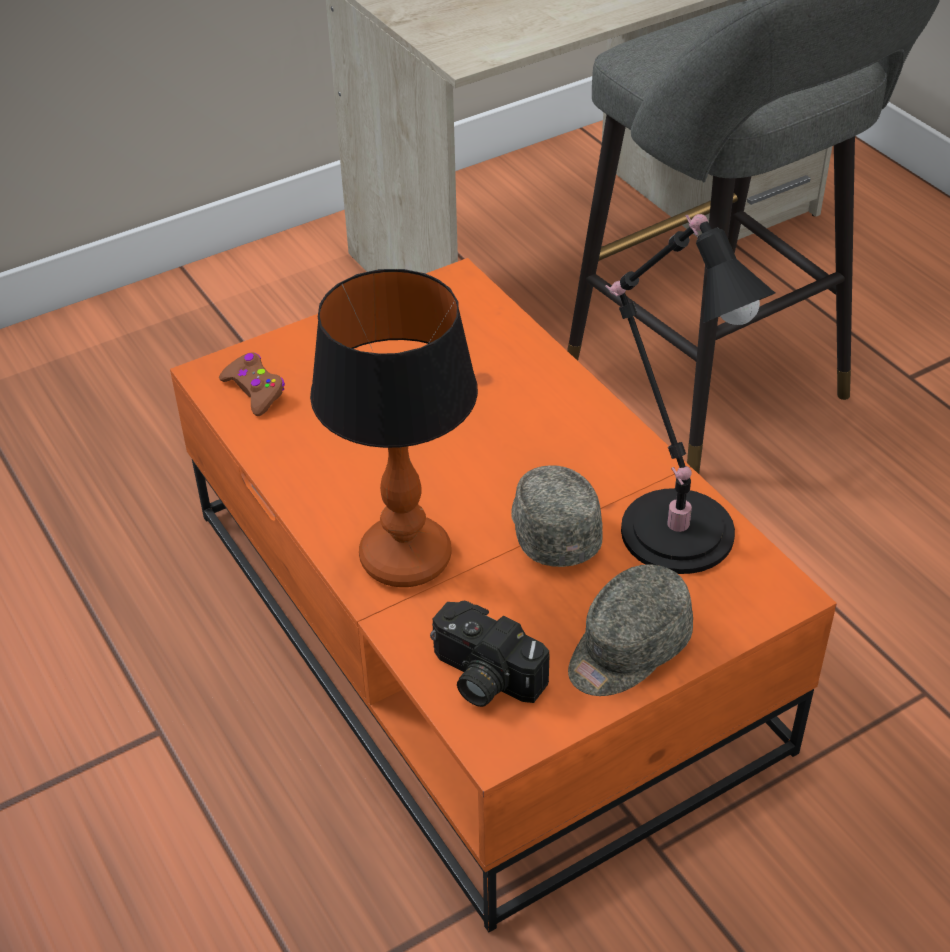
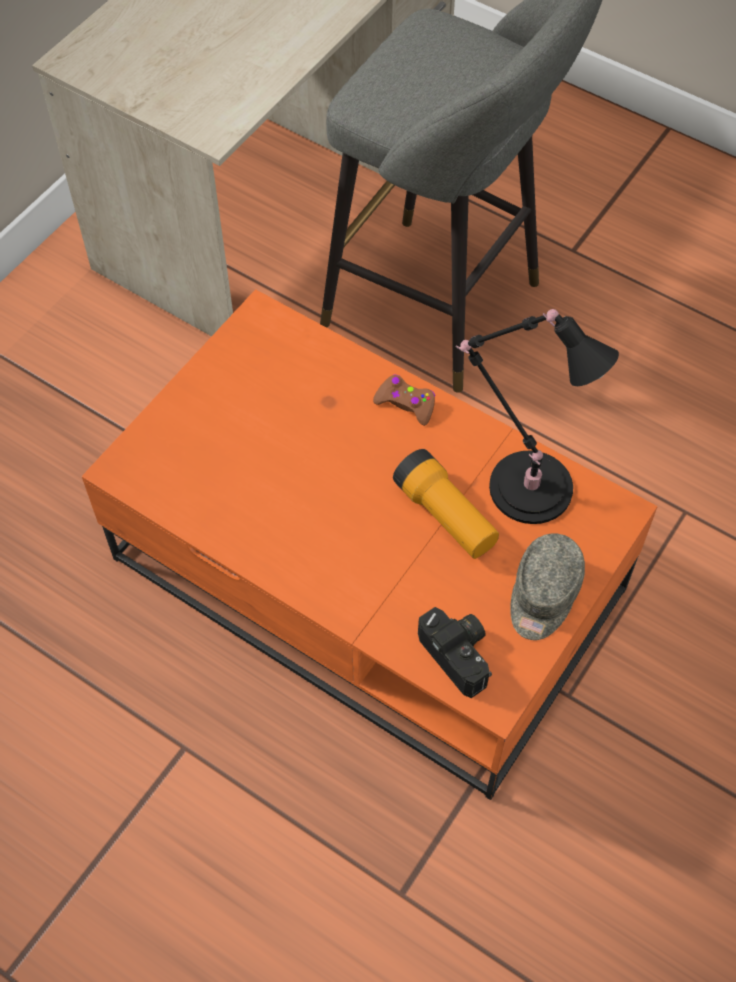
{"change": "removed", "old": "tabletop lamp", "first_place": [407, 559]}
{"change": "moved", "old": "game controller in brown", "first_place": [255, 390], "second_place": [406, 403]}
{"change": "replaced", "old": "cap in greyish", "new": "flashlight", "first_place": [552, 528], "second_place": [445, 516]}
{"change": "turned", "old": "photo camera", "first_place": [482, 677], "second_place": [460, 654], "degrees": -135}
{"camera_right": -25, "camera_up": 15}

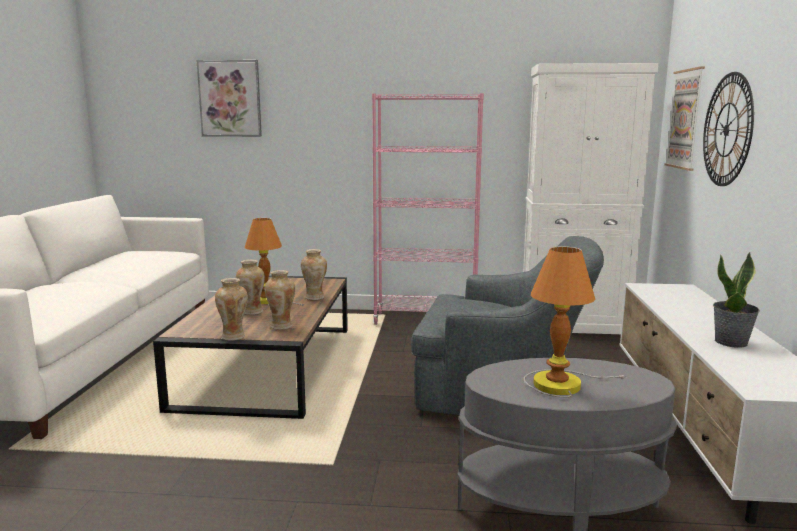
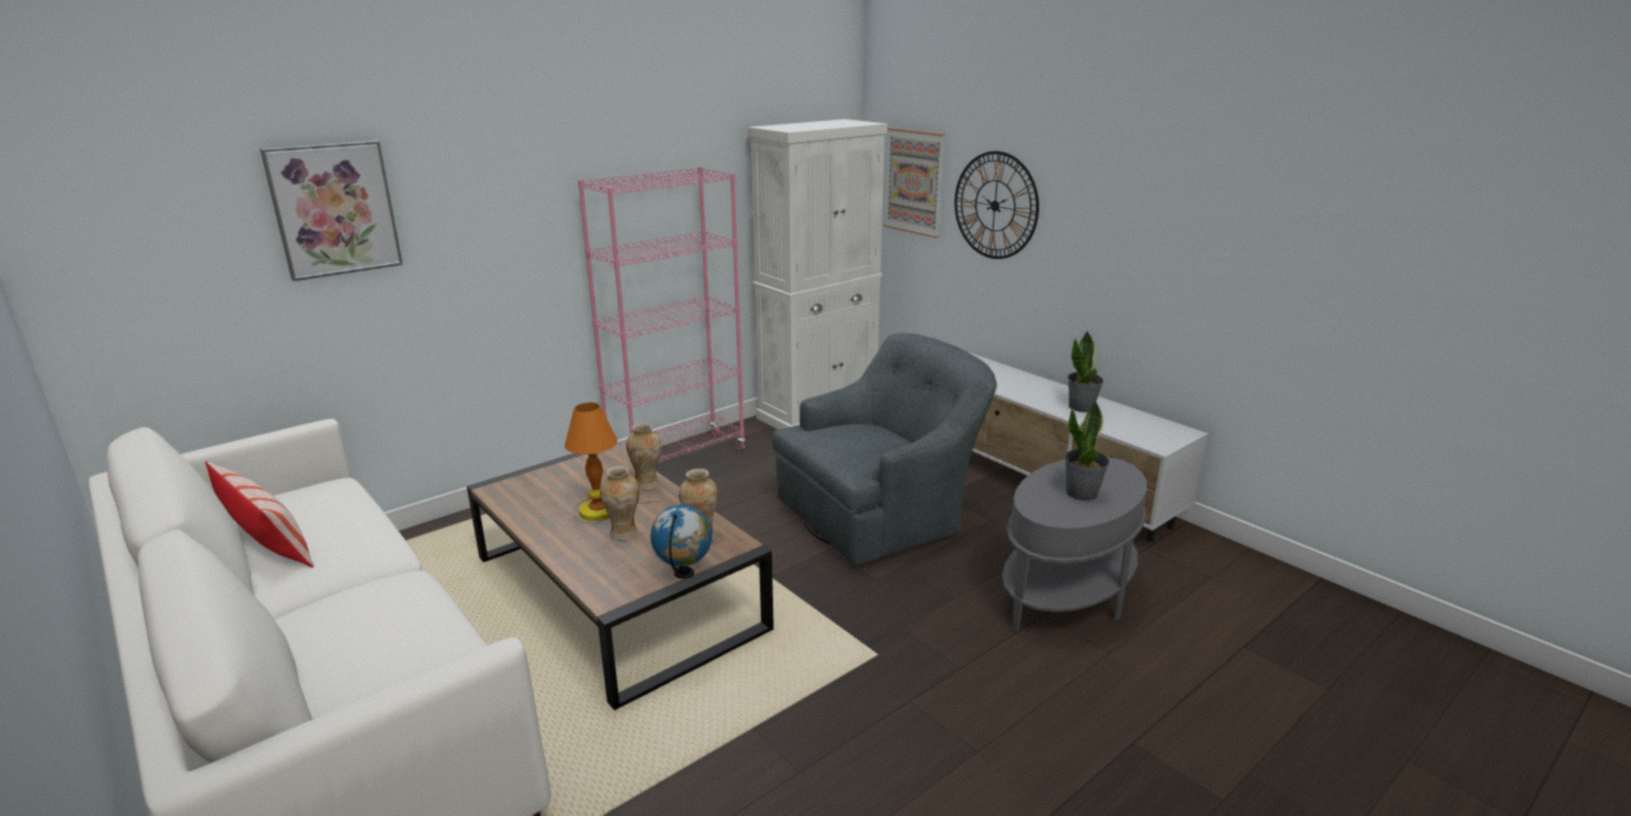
{"change": "added", "new": "pillow", "second_place": [268, 543]}
{"change": "replaced", "old": "vase", "new": "desk globe", "first_place": [234, 337], "second_place": [684, 573]}
{"change": "replaced", "old": "tabletop lamp", "new": "plant in a pot", "first_place": [560, 383], "second_place": [1082, 493]}
{"camera_right": -45, "camera_up": 10}

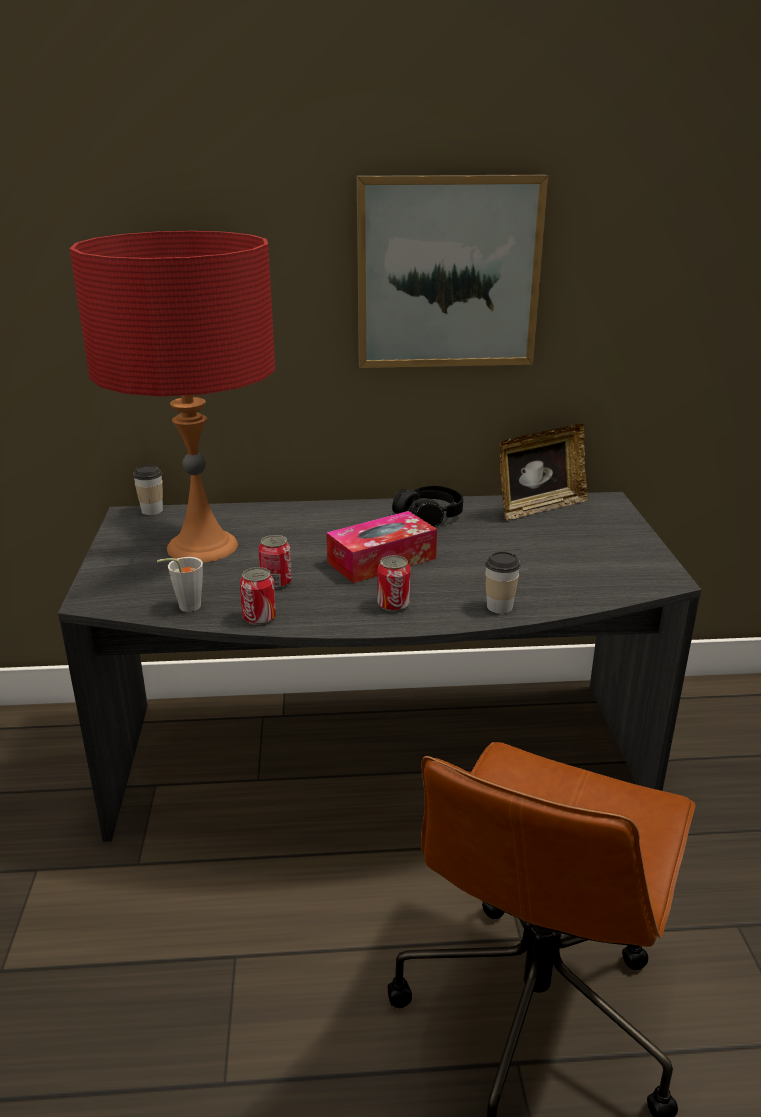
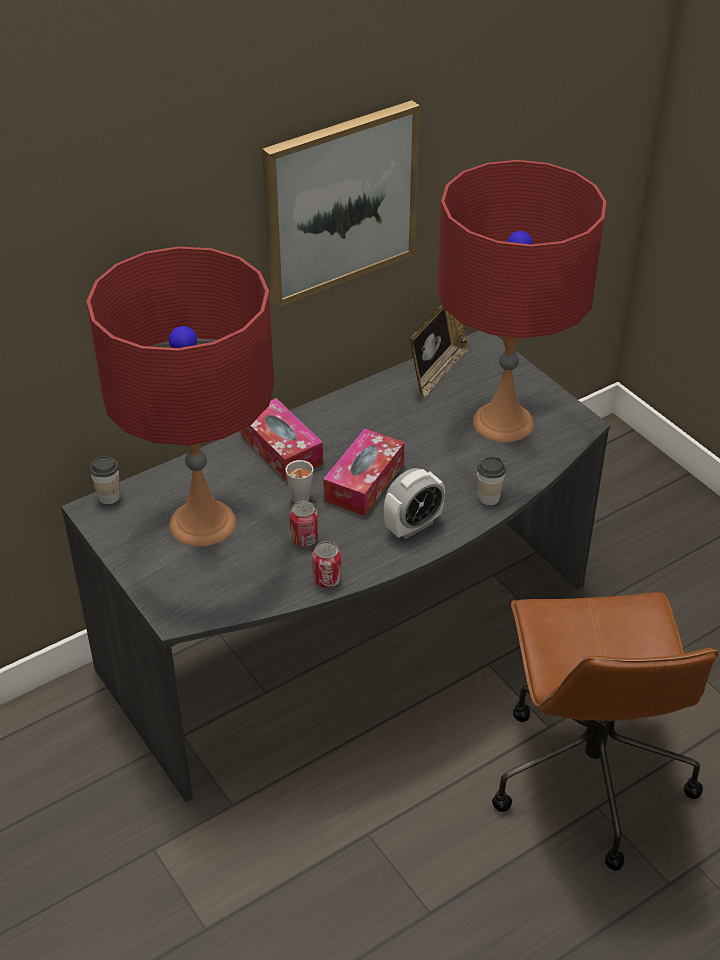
{"change": "removed", "old": "headphones in blackish", "first_place": [429, 517]}
{"change": "added", "new": "box of tissues", "second_place": [281, 450]}
{"change": "added", "new": "tabletop lamp in red-coloured", "second_place": [503, 422]}
{"change": "moved", "old": "cup in greyish", "first_place": [184, 607], "second_place": [298, 500]}
{"change": "replaced", "old": "can", "new": "alarm clock", "first_place": [393, 604], "second_place": [413, 526]}
{"camera_right": -30, "camera_up": 15}

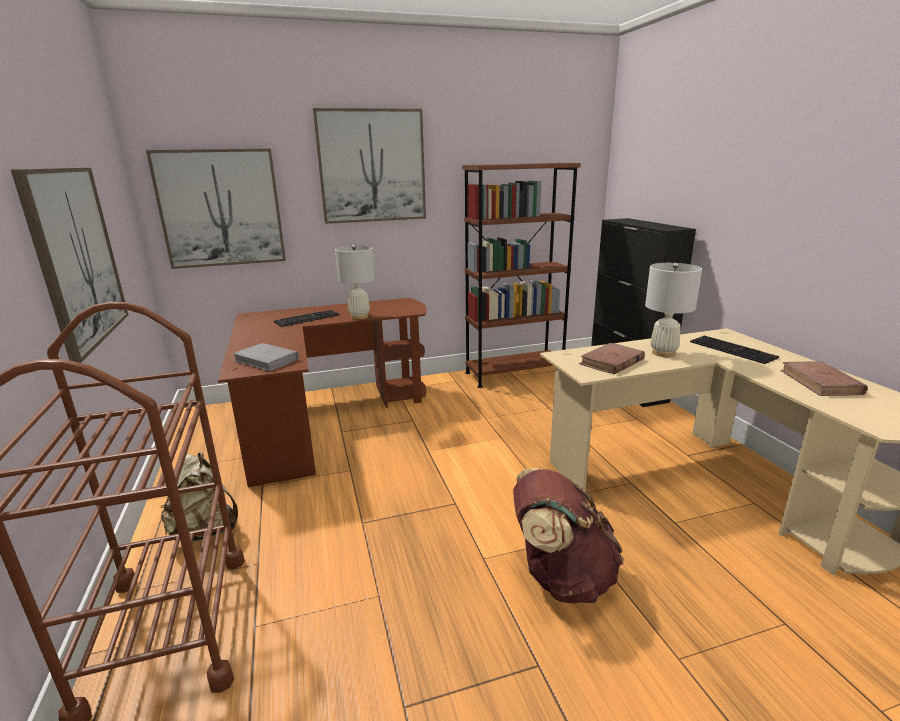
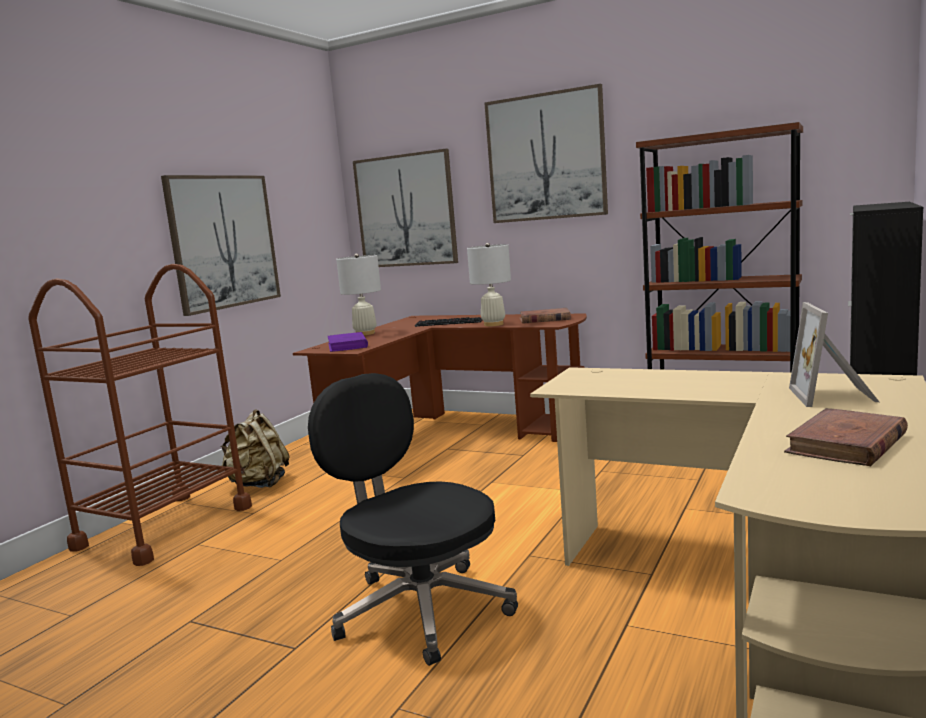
{"change": "moved", "old": "book in brown", "first_place": [611, 362], "second_place": [544, 319]}
{"change": "moved", "old": "tabletop lamp in whitish", "first_place": [663, 353], "second_place": [365, 333]}
{"change": "replaced", "old": "knapsack in brown", "new": "computer chair in blackish", "first_place": [560, 576], "second_place": [420, 609]}
{"change": "replaced", "old": "computer keyboard", "new": "picture frame", "first_place": [733, 350], "second_place": [835, 396]}
{"change": "recoloured", "old": "book in greyish", "new": "book in purple", "first_place": [266, 360], "second_place": [347, 345]}
{"camera_right": 45, "camera_up": -10}

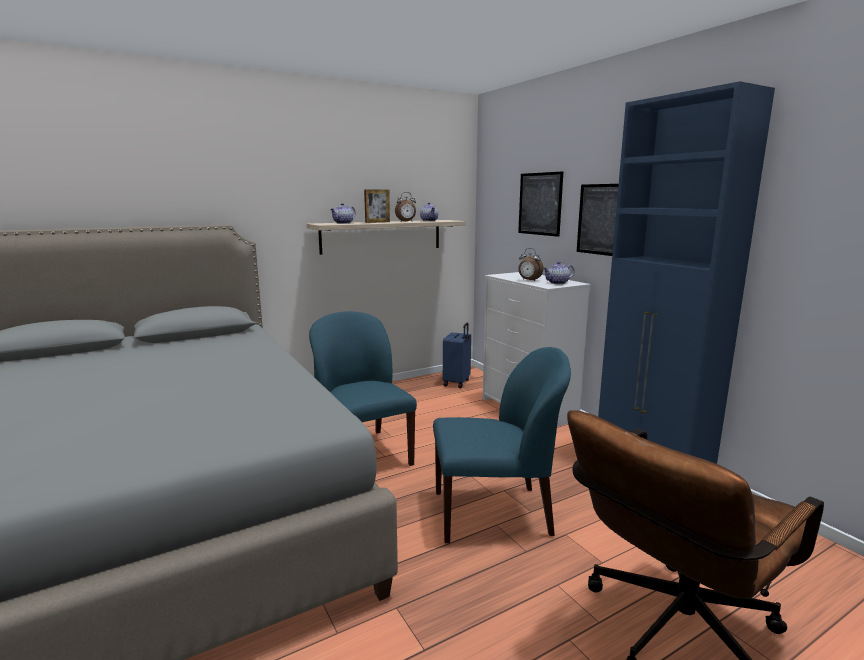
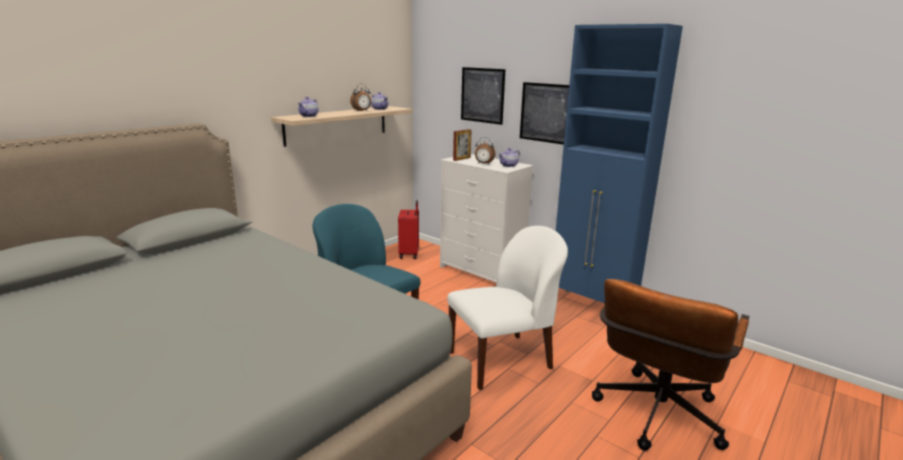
{"change": "moved", "old": "picture frame", "first_place": [377, 222], "second_place": [461, 159]}
{"change": "recoloured", "old": "plain chair in blue-coloured", "new": "plain chair in whitish", "first_place": [494, 513], "second_place": [502, 360]}
{"change": "recoloured", "old": "travel case in blue-coloured", "new": "travel case in red-coloured", "first_place": [457, 383], "second_place": [409, 254]}
{"camera_right": -20, "camera_up": 5}

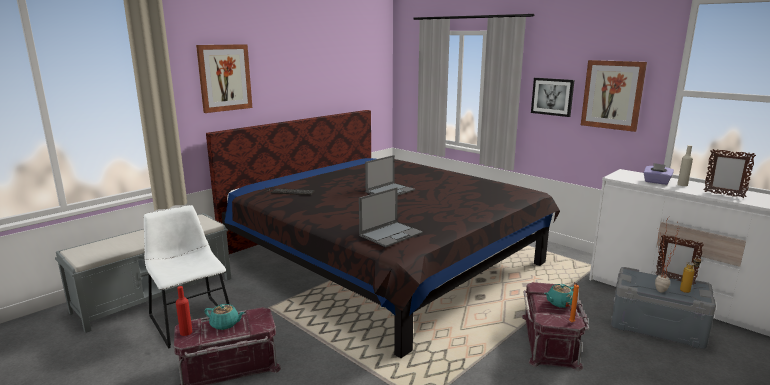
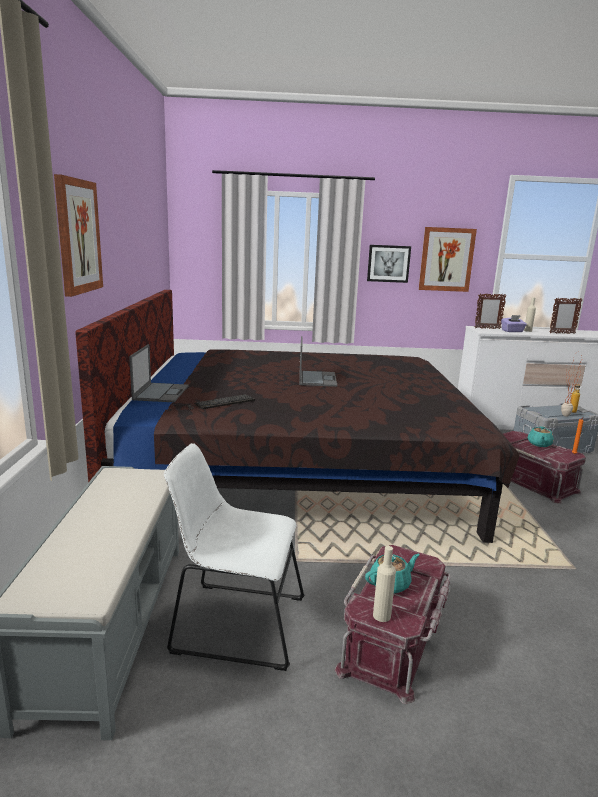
{"change": "moved", "old": "laptop", "first_place": [391, 234], "second_place": [161, 392]}
{"change": "moved", "old": "picture frame", "first_place": [674, 279], "second_place": [487, 328]}
{"change": "recoloured", "old": "drink bottle in red-coloured", "new": "drink bottle in sand-coloured", "first_place": [186, 332], "second_place": [381, 615]}
{"camera_right": -45, "camera_up": 0}

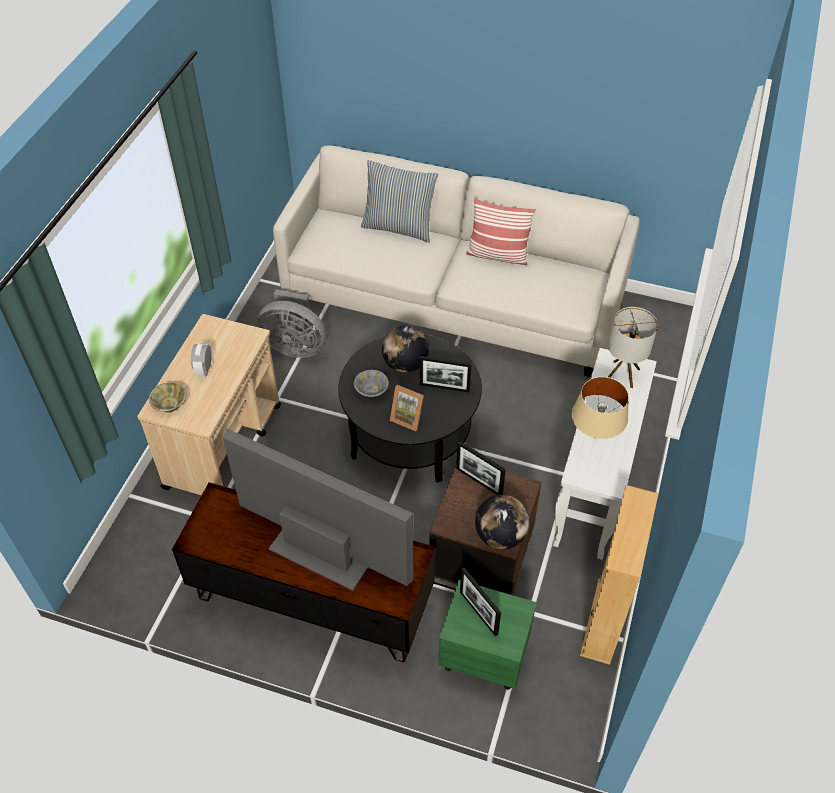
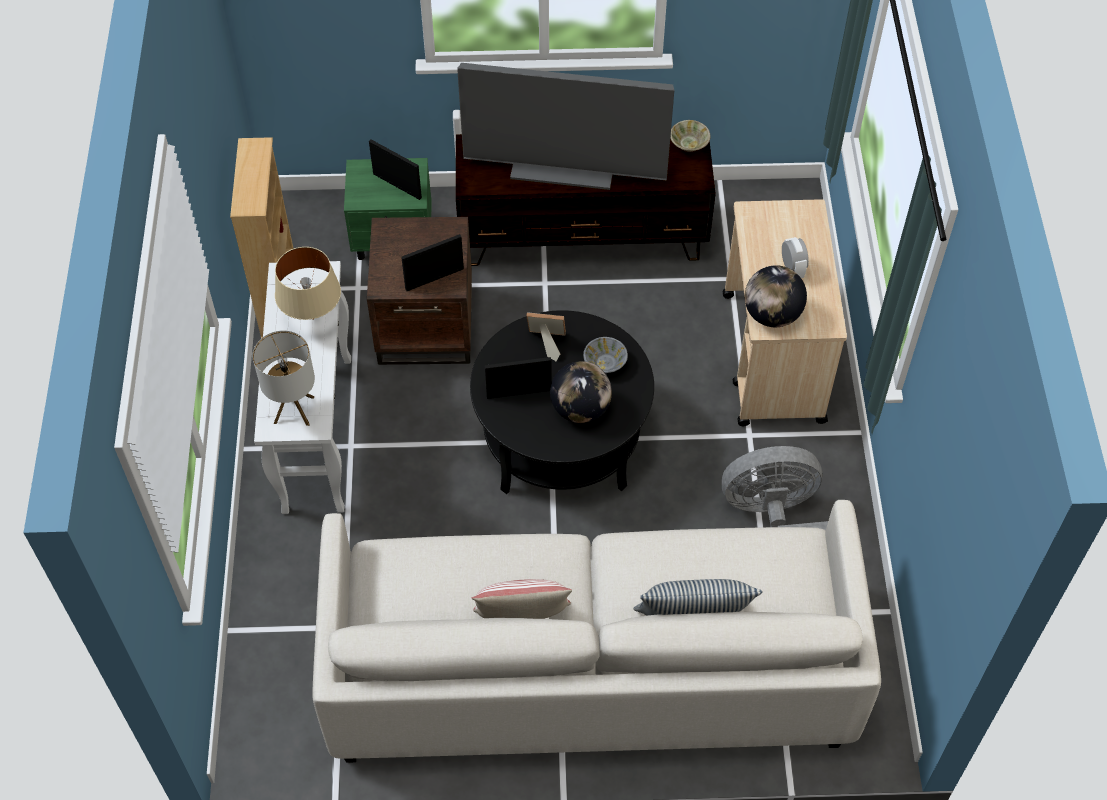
{"change": "moved", "old": "bowl in sand-coloured", "first_place": [170, 404], "second_place": [689, 144]}
{"change": "moved", "old": "desk globe", "first_place": [500, 536], "second_place": [772, 315]}
{"change": "turned", "old": "picture frame", "first_place": [479, 481], "second_place": [434, 279], "degrees": -45}
{"camera_right": 160, "camera_up": 5}

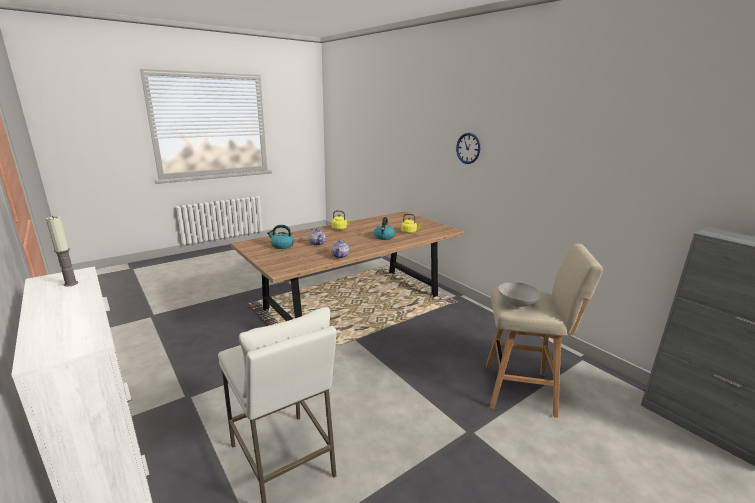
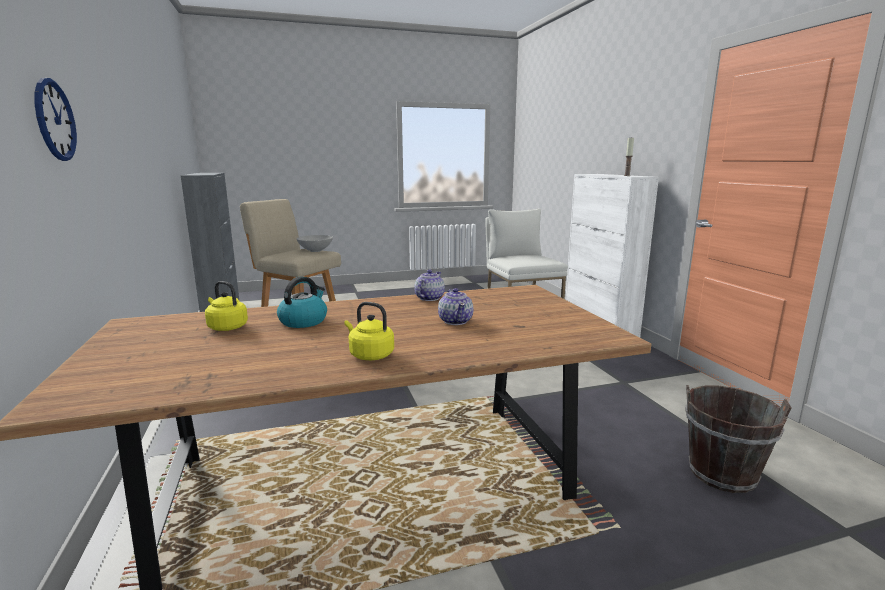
{"change": "removed", "old": "water kettle", "first_place": [282, 246]}
{"change": "added", "new": "water bucket in brown", "second_place": [722, 474]}
{"camera_right": -160, "camera_up": -5}

